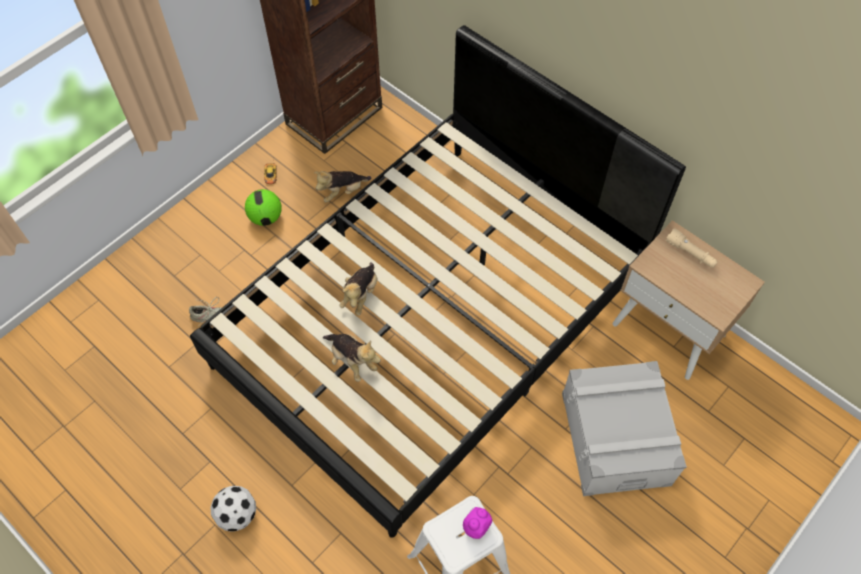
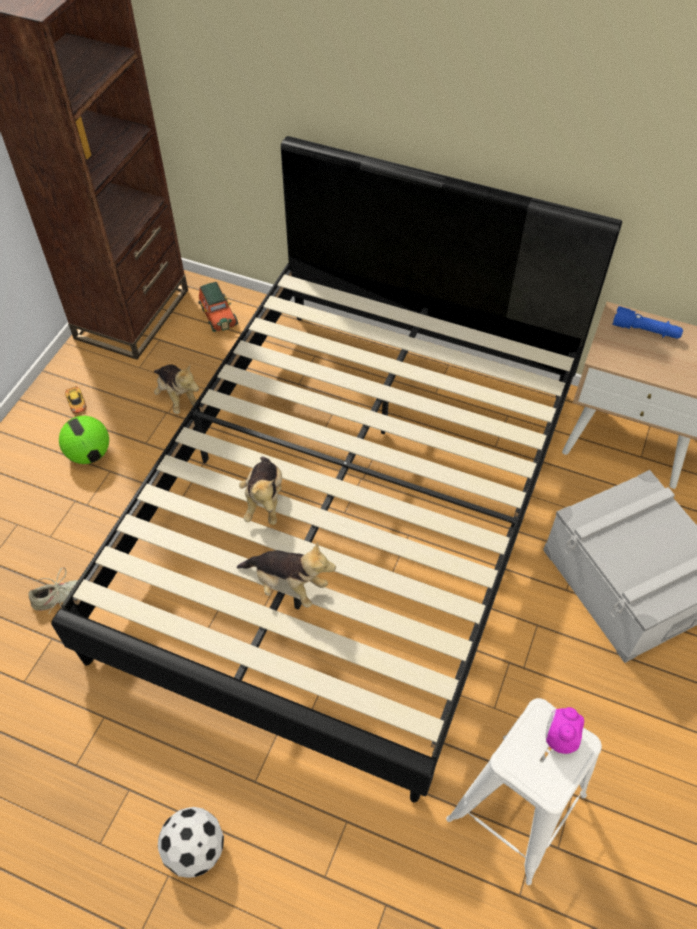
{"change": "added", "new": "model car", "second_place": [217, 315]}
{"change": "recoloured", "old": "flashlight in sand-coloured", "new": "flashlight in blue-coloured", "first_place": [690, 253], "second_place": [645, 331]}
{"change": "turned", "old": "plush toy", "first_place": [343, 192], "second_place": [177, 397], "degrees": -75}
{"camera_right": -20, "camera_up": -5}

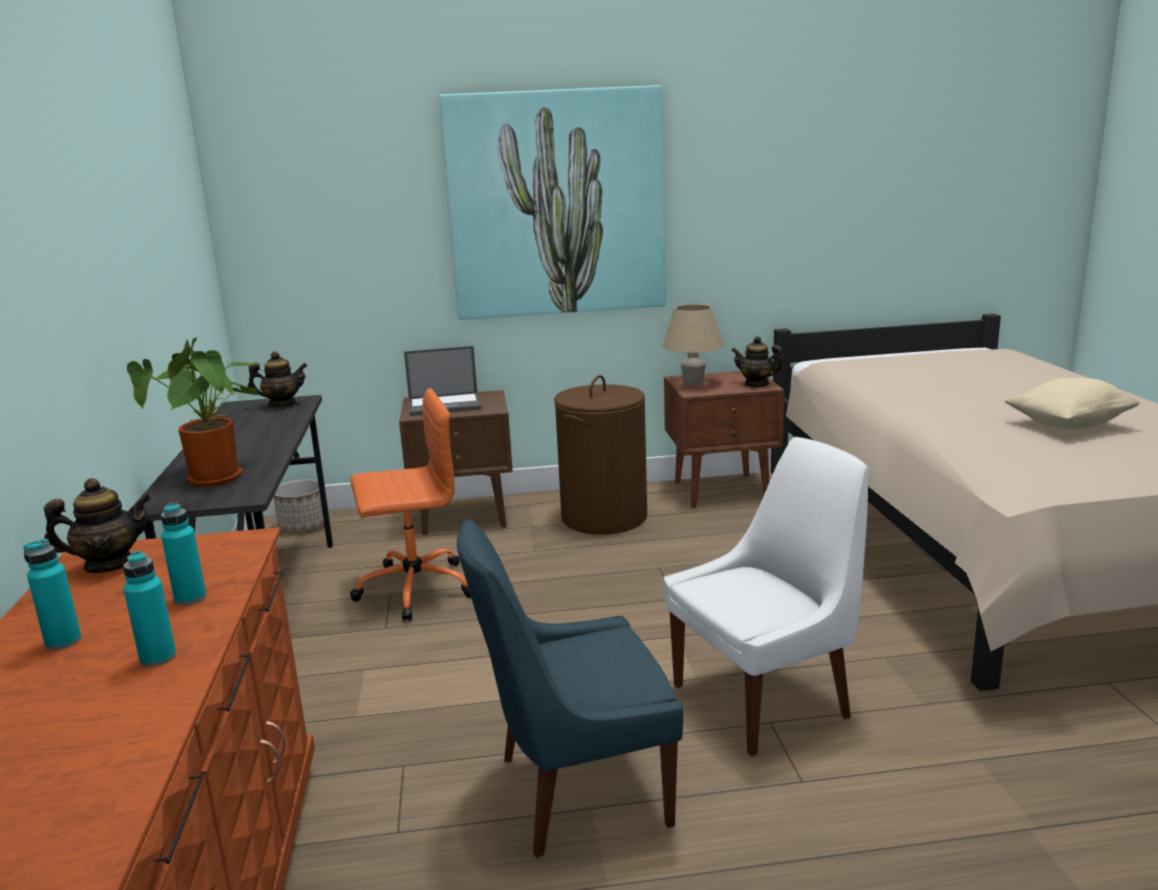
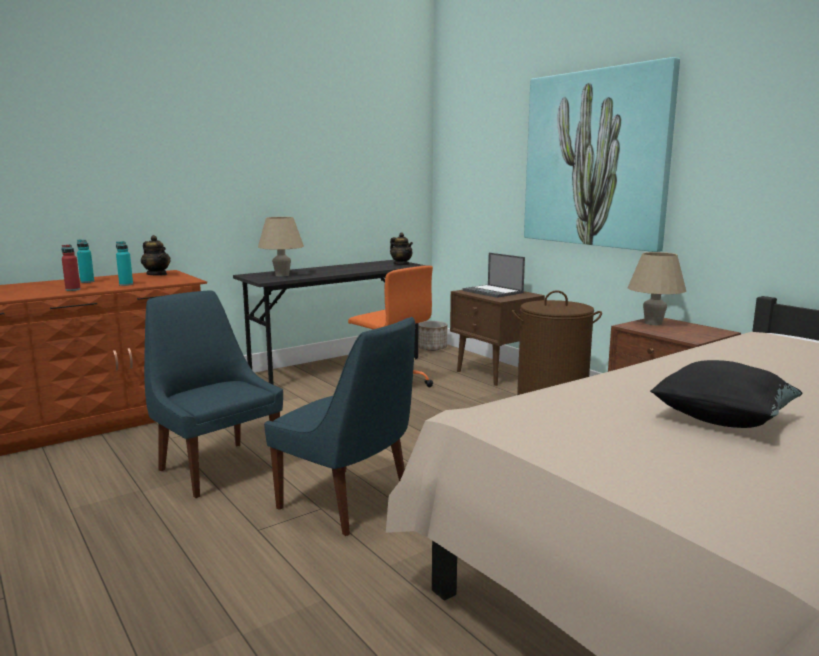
{"change": "removed", "old": "teapot", "first_place": [756, 384]}
{"change": "replaced", "old": "plant in a pot", "new": "tabletop lamp in sand-coloured", "first_place": [217, 480], "second_place": [282, 275]}
{"change": "recoloured", "old": "drink bottle in blue-green", "new": "drink bottle in red-coloured", "first_place": [158, 657], "second_place": [73, 289]}
{"change": "recoloured", "old": "plain chair in whitish", "new": "plain chair in blue-coloured", "first_place": [766, 699], "second_place": [348, 502]}
{"change": "recoloured", "old": "pillow in sand-coloured", "new": "pillow in blackish", "first_place": [1068, 425], "second_place": [722, 420]}
{"camera_right": 60, "camera_up": -5}

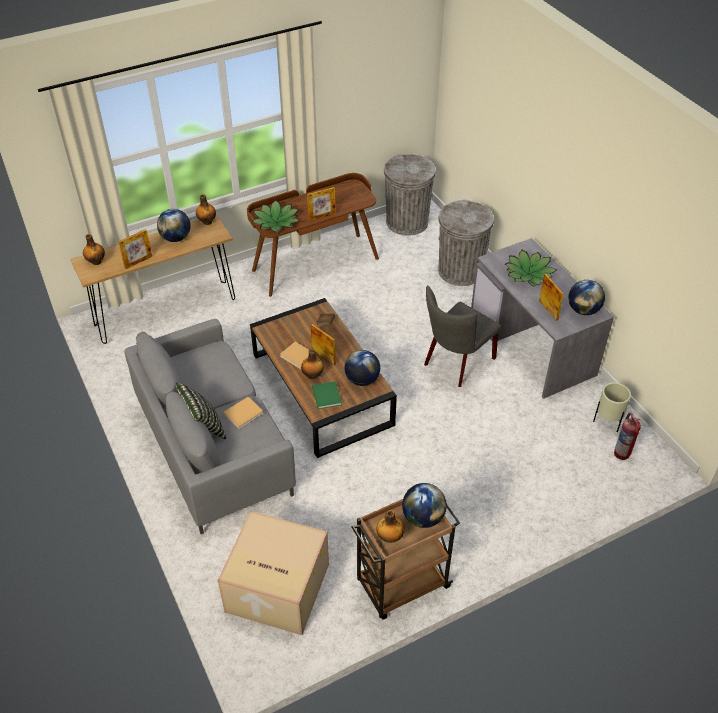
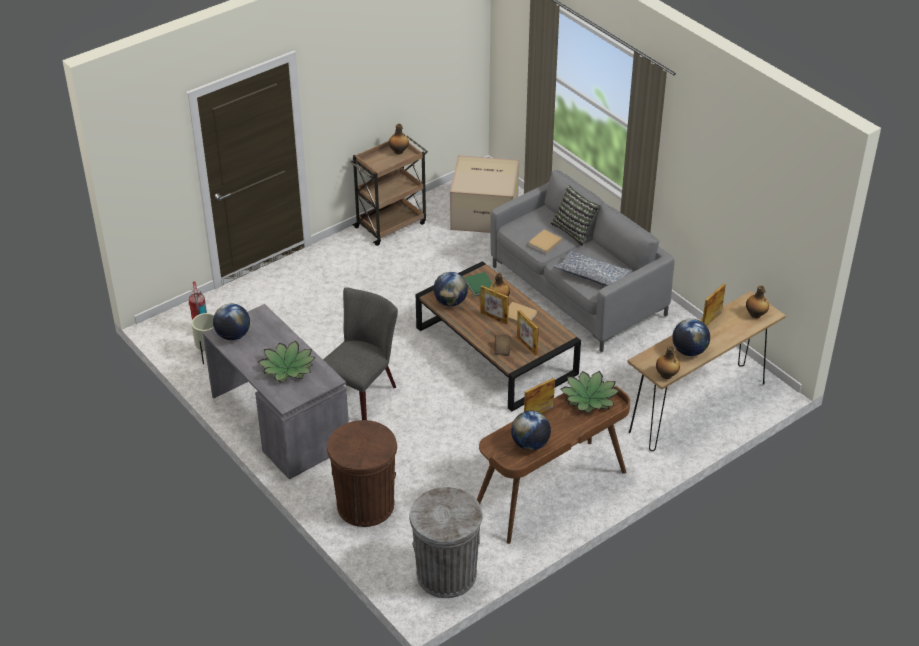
{"change": "added", "new": "pillow", "second_place": [592, 275]}
{"change": "moved", "old": "desk globe", "first_place": [423, 517], "second_place": [530, 444]}
{"change": "moved", "old": "picture frame", "first_place": [548, 310], "second_place": [527, 345]}
{"change": "recoloured", "old": "trash can in greyish", "new": "trash can in brown", "first_place": [460, 271], "second_place": [365, 505]}
{"camera_right": 170, "camera_up": -5}

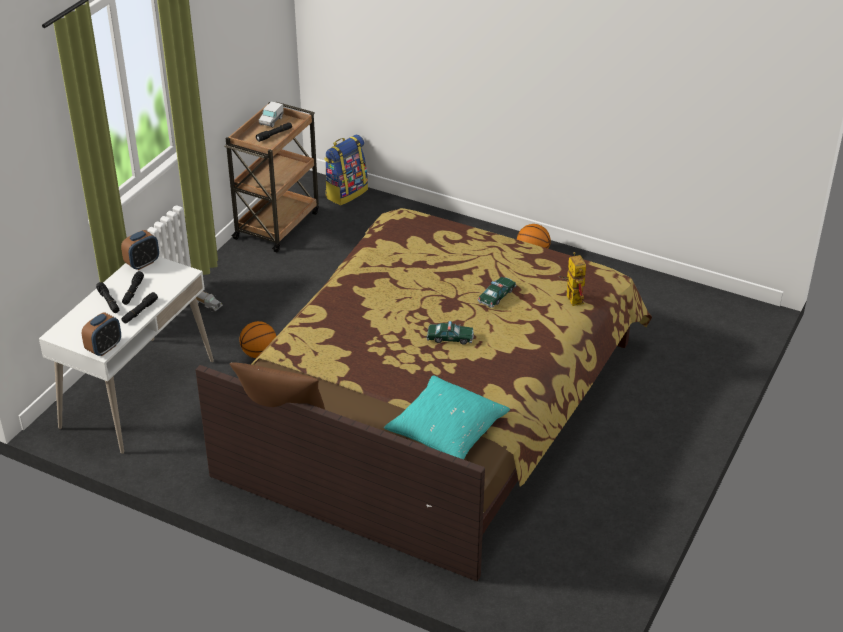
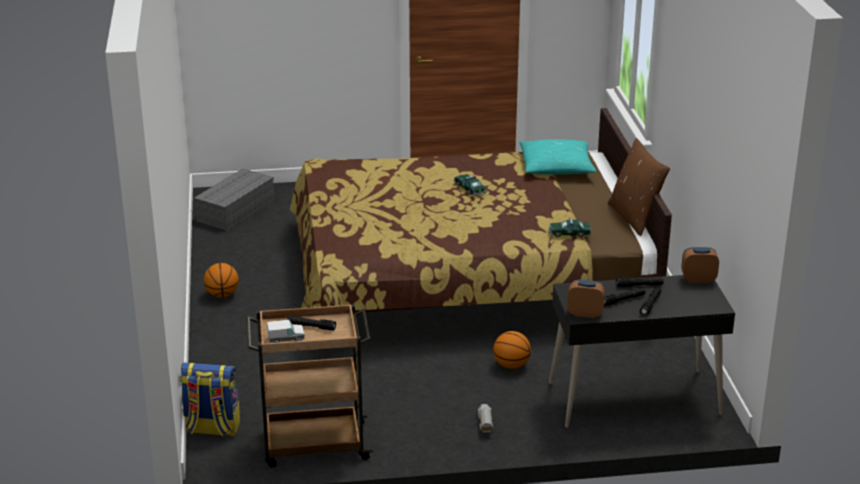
{"change": "removed", "old": "robot figure", "first_place": [571, 297]}
{"change": "added", "new": "storage container in greyish", "second_place": [235, 211]}
{"change": "moved", "old": "model car", "first_place": [496, 296], "second_place": [569, 233]}
{"change": "recoloured", "old": "desk unit in whitish", "new": "desk unit in blackish", "first_place": [137, 393], "second_place": [634, 399]}
{"camera_right": -125, "camera_up": -10}

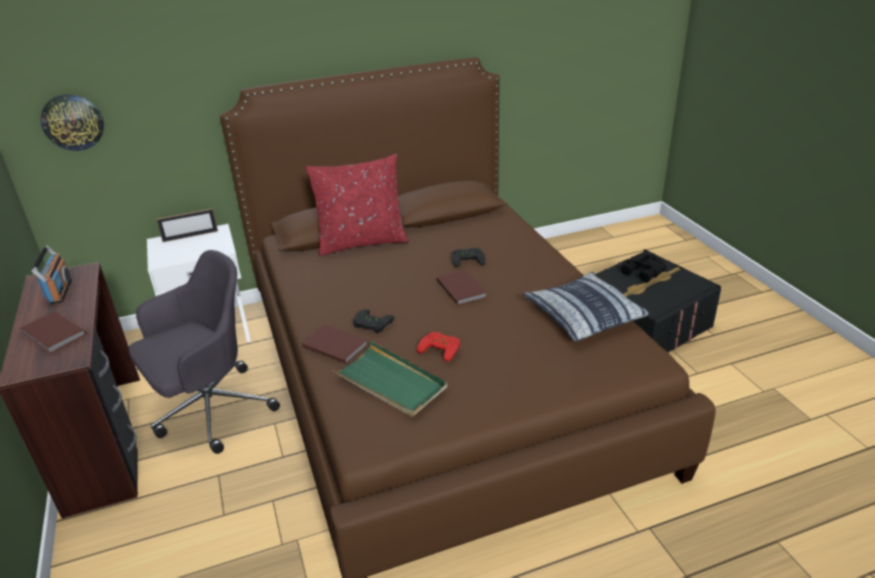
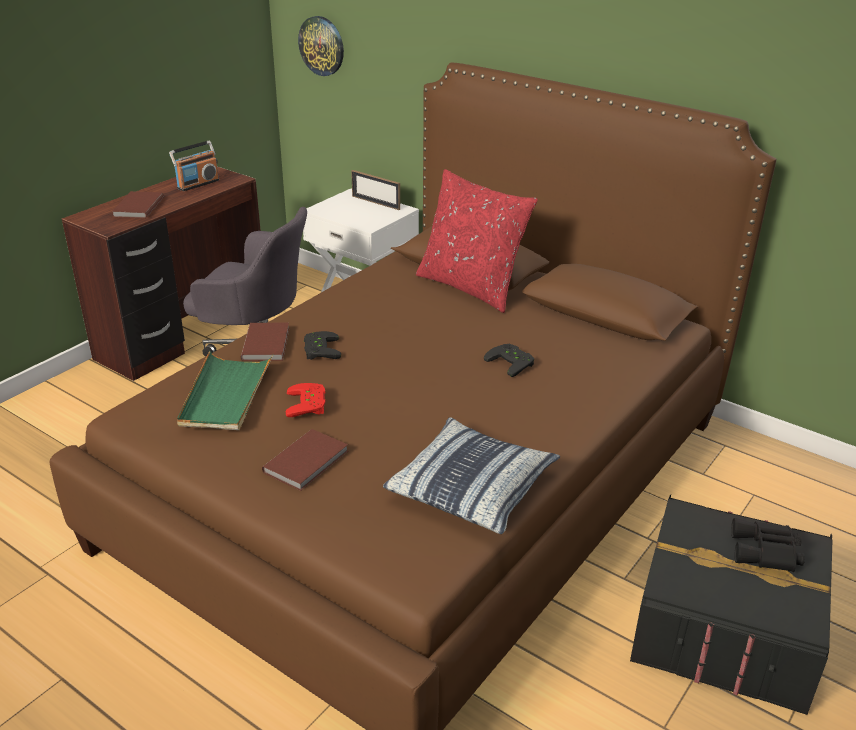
{"change": "moved", "old": "book in brown", "first_place": [462, 288], "second_place": [308, 462]}
{"camera_right": 55, "camera_up": 0}

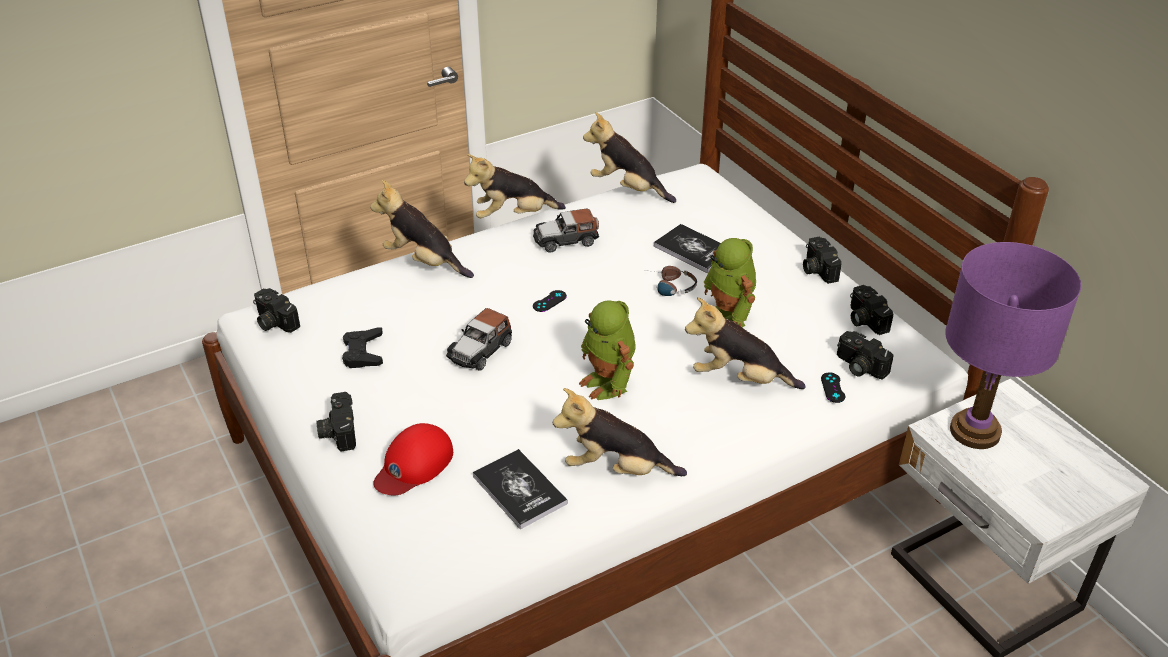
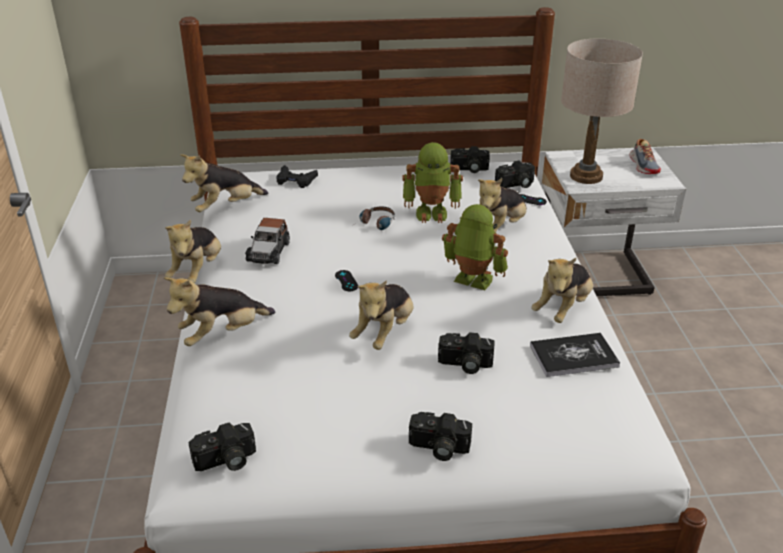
{"change": "removed", "old": "cap in red-coloured", "first_place": [413, 464]}
{"change": "removed", "old": "book", "first_place": [693, 250]}
{"change": "added", "new": "low shoe", "second_place": [644, 165]}
{"change": "moved", "old": "game controller in blackish", "first_place": [363, 352], "second_place": [295, 180]}
{"change": "moved", "old": "photo camera", "first_place": [816, 269], "second_place": [464, 364]}
{"change": "replaced", "old": "model car", "new": "plush toy", "first_place": [480, 350], "second_place": [384, 332]}
{"change": "recoloured", "old": "tabletop lamp in purple", "new": "tabletop lamp in sand-coloured", "first_place": [974, 431], "second_place": [585, 176]}
{"change": "turned", "old": "robot figure", "first_place": [608, 383], "second_place": [472, 281], "degrees": -150}
{"camera_right": -65, "camera_up": -5}

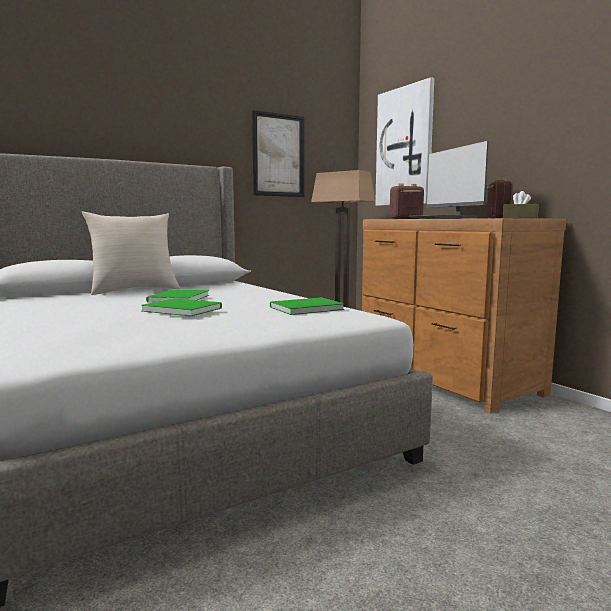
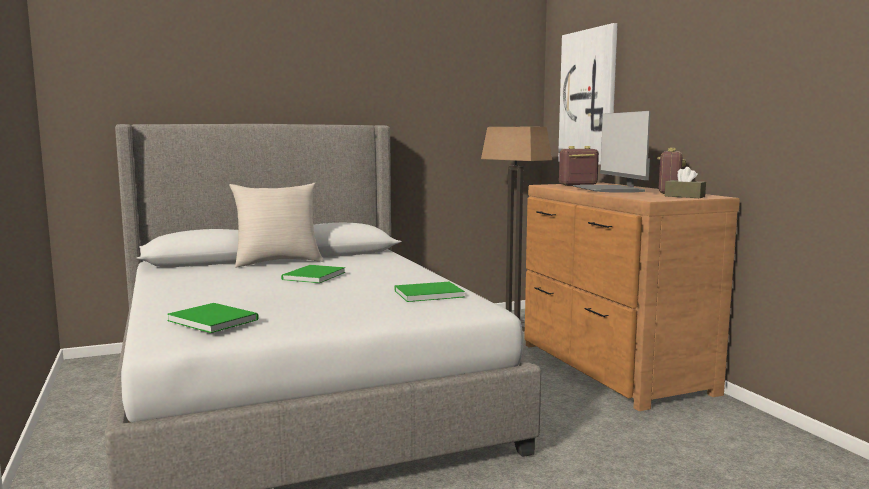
{"change": "removed", "old": "wall art", "first_place": [278, 155]}
{"change": "moved", "old": "book in green", "first_place": [181, 309], "second_place": [213, 319]}
{"camera_right": 10, "camera_up": 0}

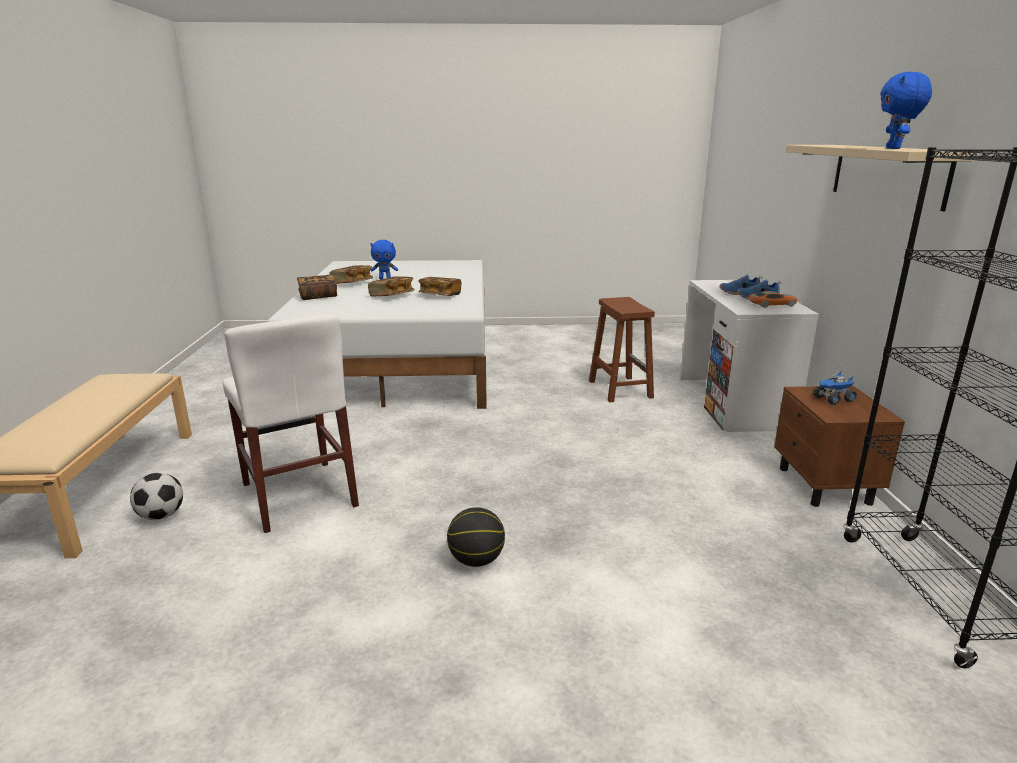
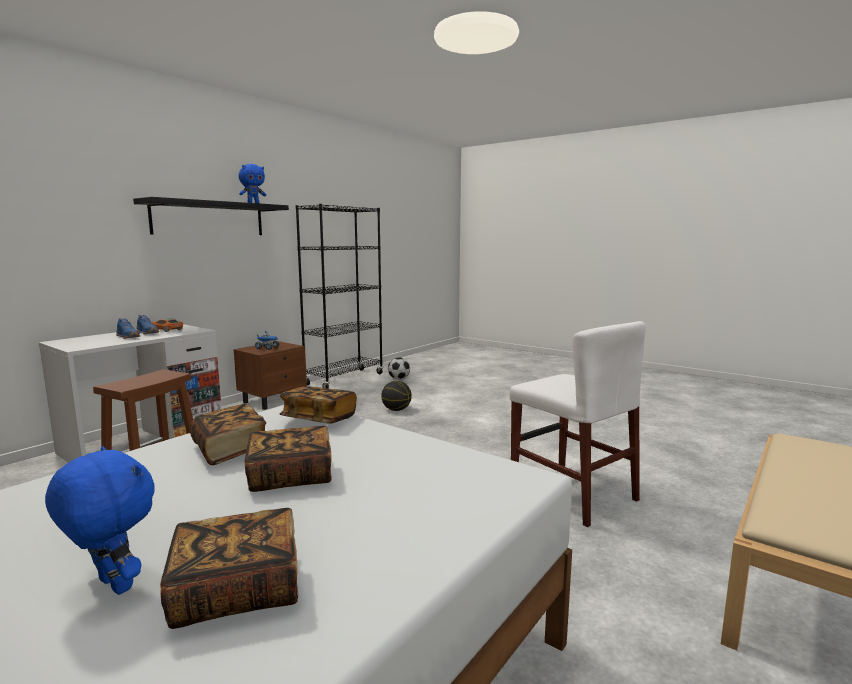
{"change": "moved", "old": "football", "first_place": [161, 516], "second_place": [399, 379]}
{"change": "moved", "old": "book", "first_place": [318, 296], "second_place": [319, 419]}
{"change": "moved", "old": "basketball ball", "first_place": [476, 560], "second_place": [396, 410]}
{"change": "recoloured", "old": "wall shelf in sand-coloured", "new": "wall shelf in blackish", "first_place": [887, 174], "second_place": [209, 219]}
{"change": "turned", "old": "plain chair in whitish", "first_place": [298, 494], "second_place": [572, 493], "degrees": 135}
{"camera_right": -140, "camera_up": -10}

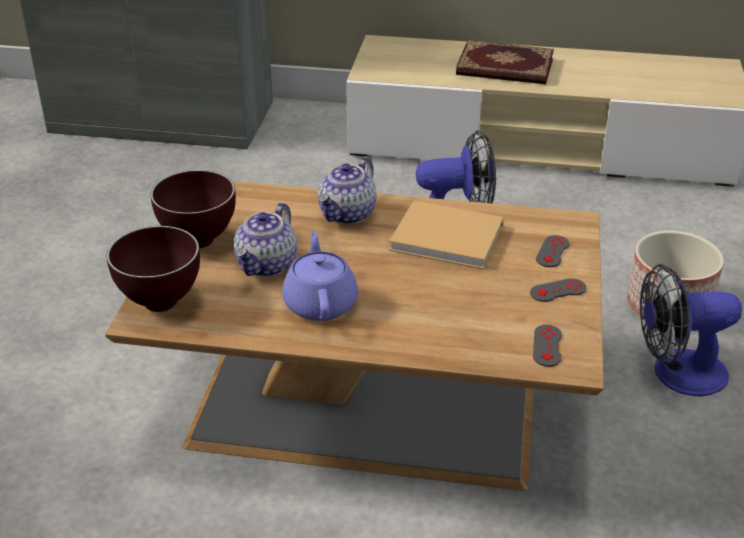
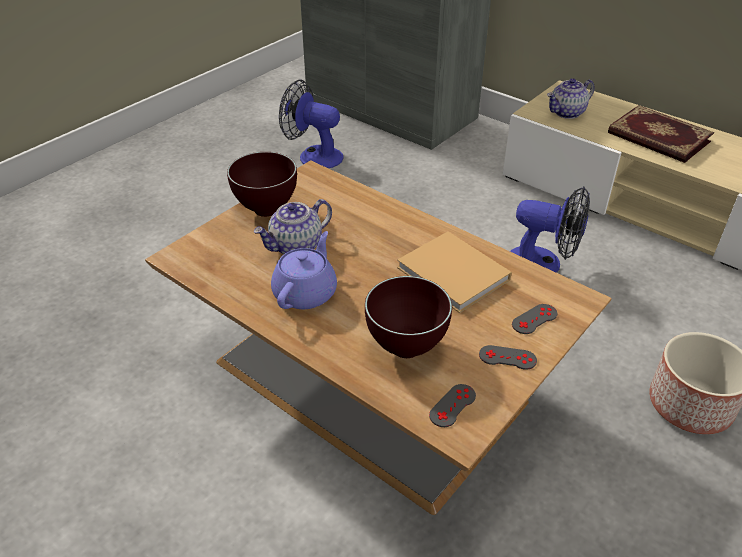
{"change": "moved", "old": "bowl in brown", "first_place": [158, 303], "second_place": [404, 347]}
{"change": "moved", "old": "teapot", "first_place": [348, 214], "second_place": [567, 113]}
{"change": "moved", "old": "cooling fan", "first_place": [677, 373], "second_place": [313, 156]}
{"camera_right": 30, "camera_up": 5}

